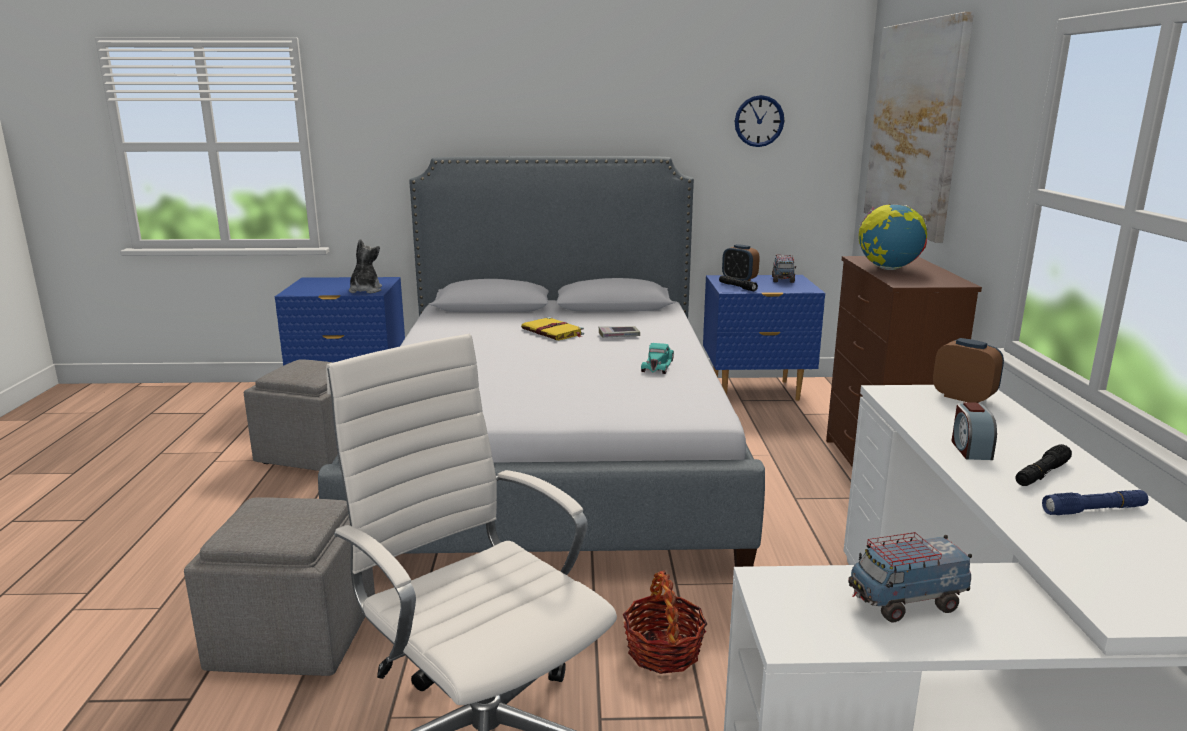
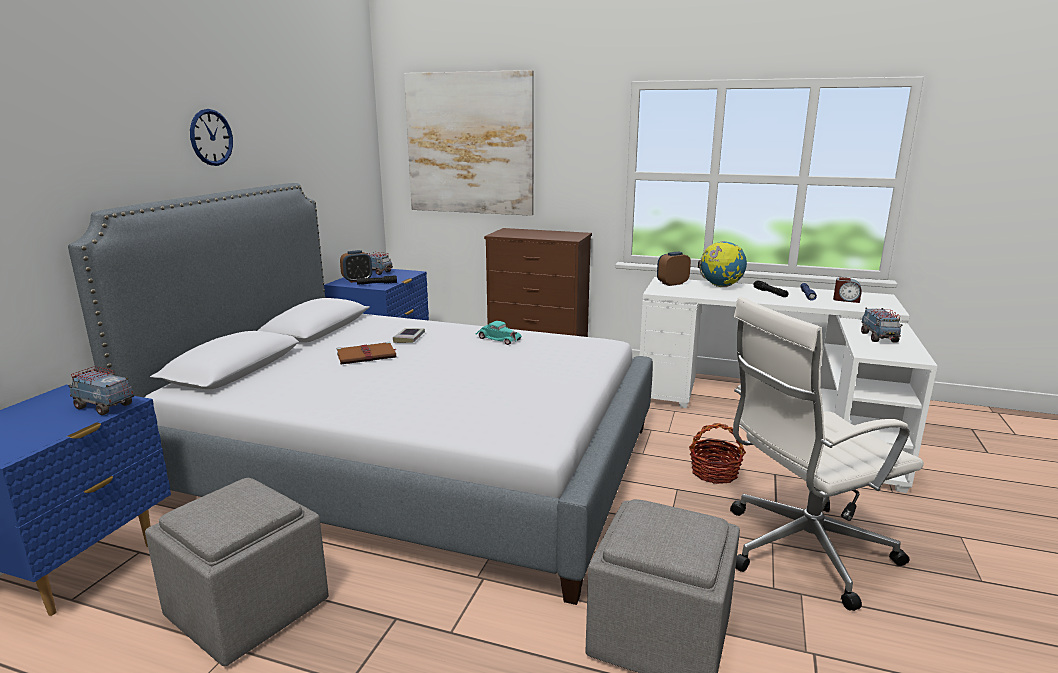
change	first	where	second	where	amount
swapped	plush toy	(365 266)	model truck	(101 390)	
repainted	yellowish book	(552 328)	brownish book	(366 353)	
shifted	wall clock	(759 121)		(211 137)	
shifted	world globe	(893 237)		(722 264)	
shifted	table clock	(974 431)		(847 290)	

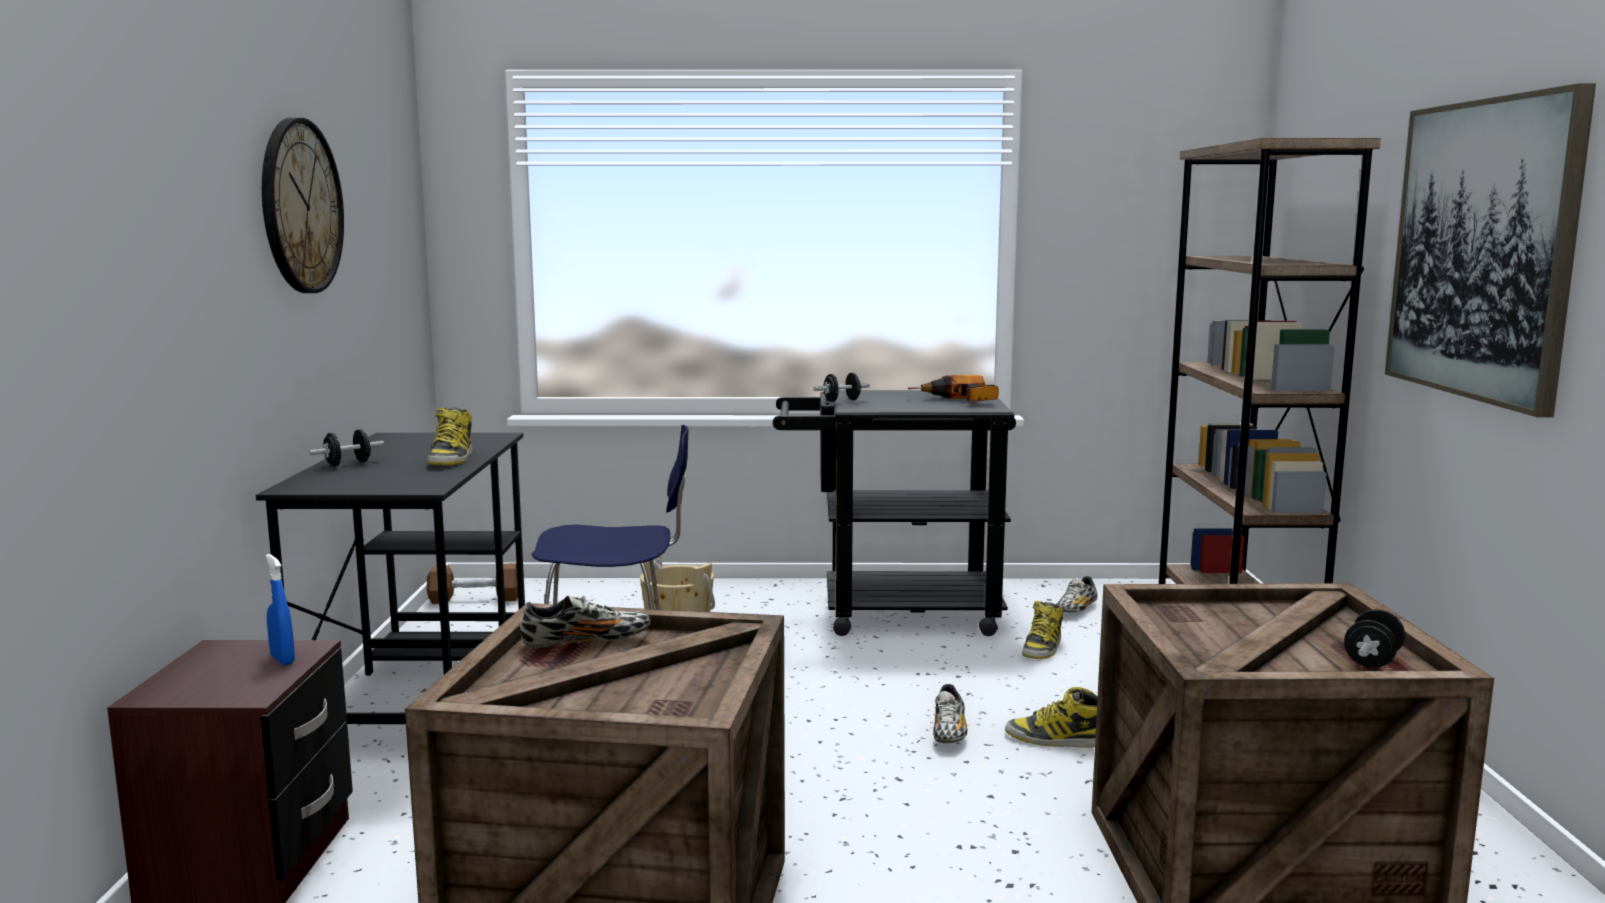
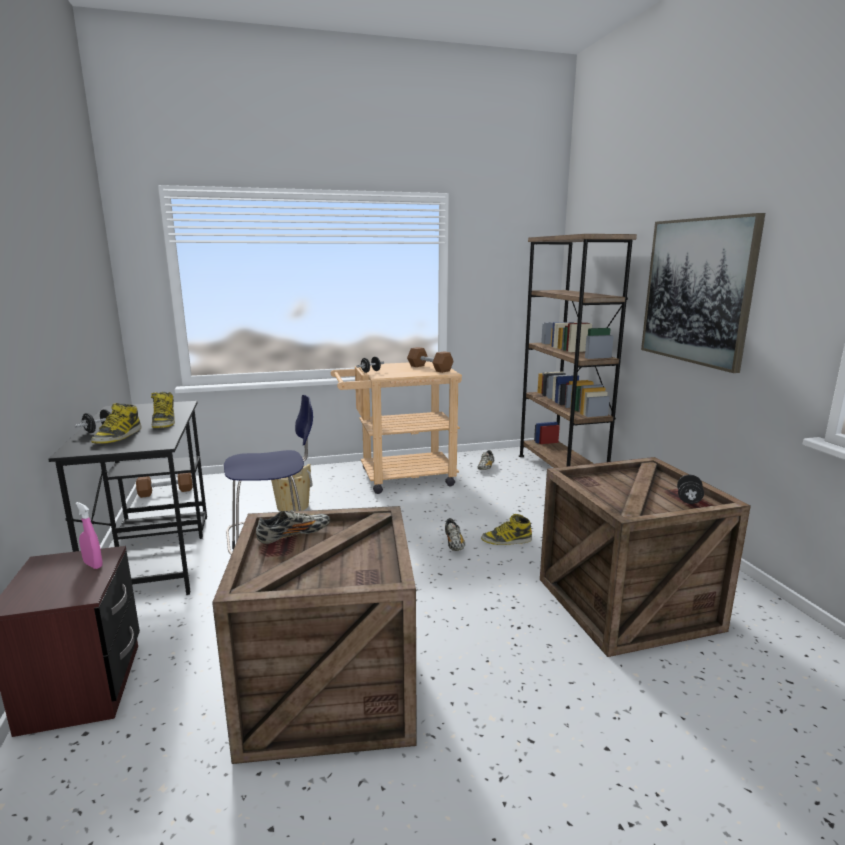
change	first	where	second	where	amount
gone	wall clock	(303 205)			
repainted	bluish spray bottle	(280 609)	pink-coloured spray bottle	(89 535)	
repainted	black trolley	(894 513)	sand-coloured trolley	(396 428)	
swapped	power drill	(953 388)	brownish hand weight	(430 360)	
shifted	tall boot	(1042 630)		(116 423)	

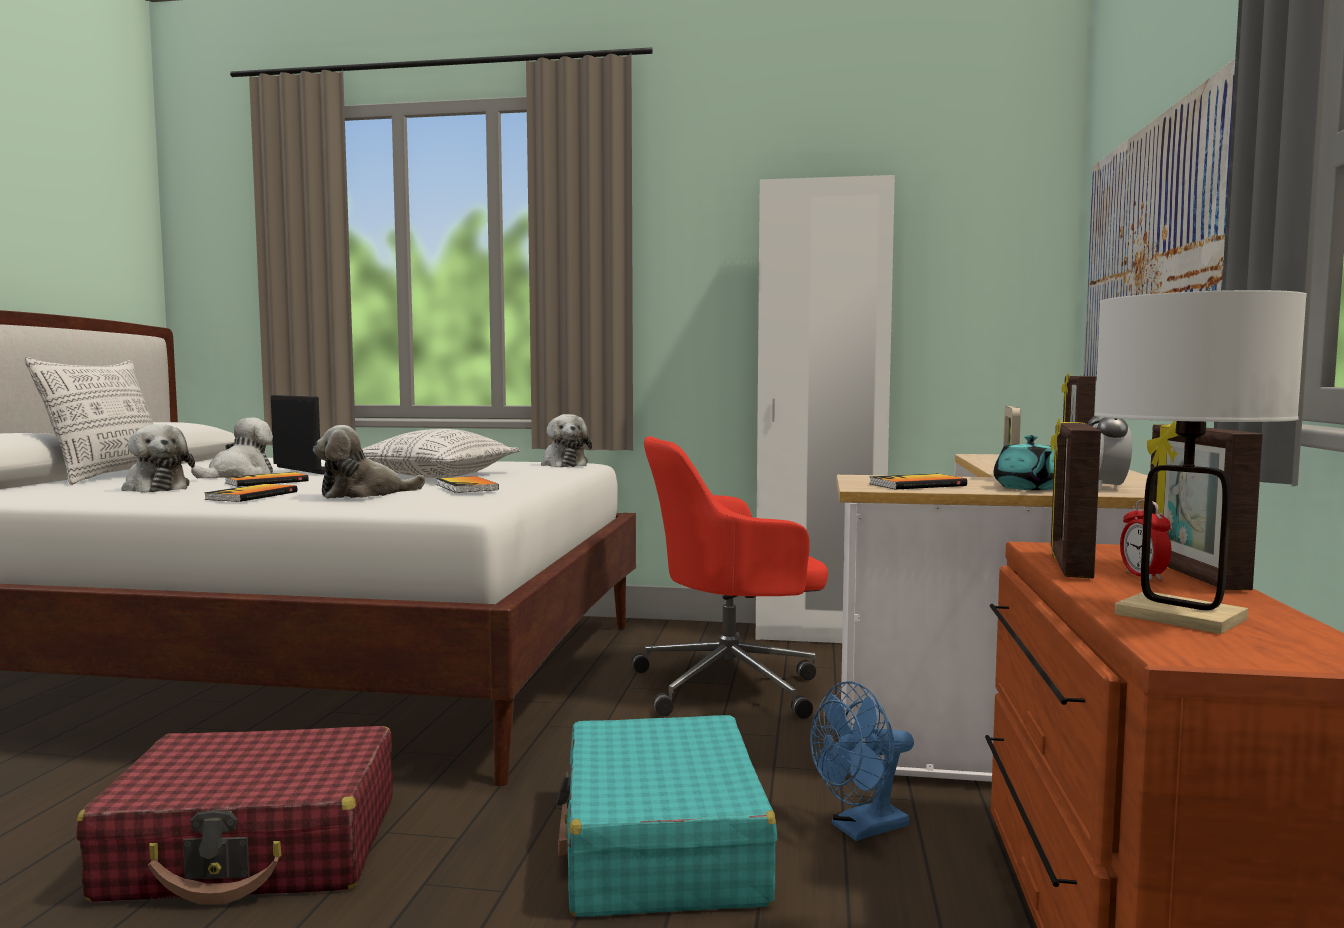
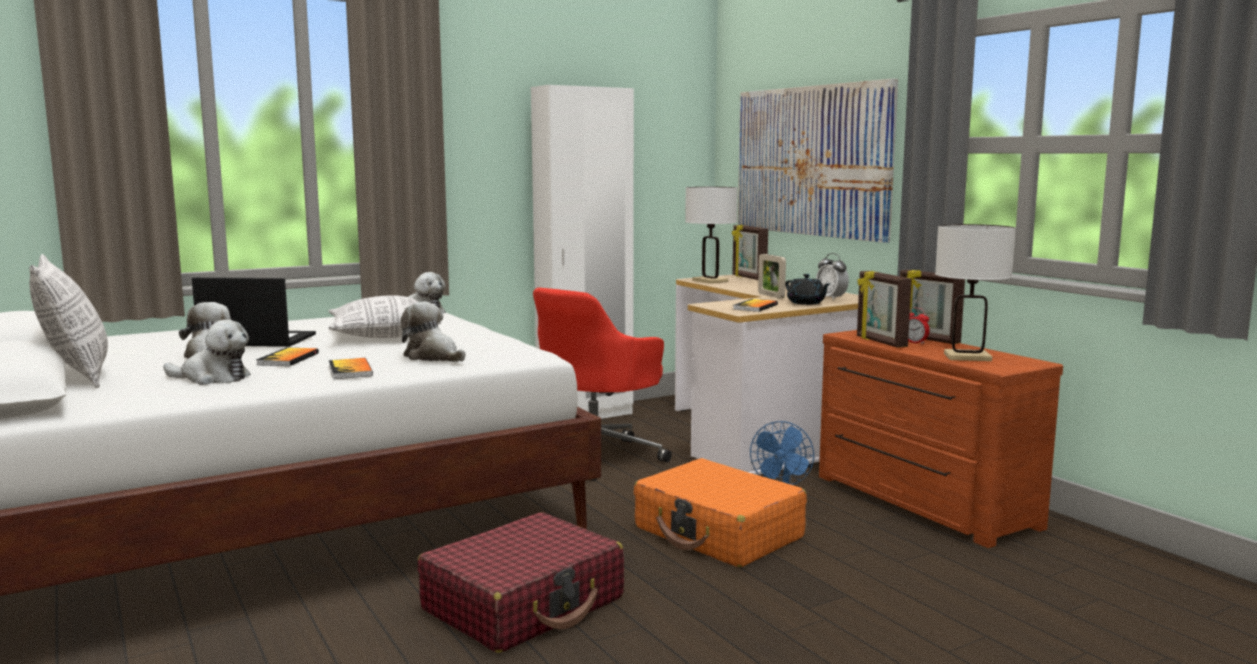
change	first	where	second	where	amount
rotated	plush toy	(369 462)		(433 332)	105 degrees clockwise
gone	book	(467 484)			
repainted	turquoise-coloured suitcase	(666 816)	orange-coloured suitcase	(720 512)	
repainted	turquoise-coloured tea pot	(1024 462)	black tea pot	(807 289)	
new			whitish lamp for a table	(711 235)	

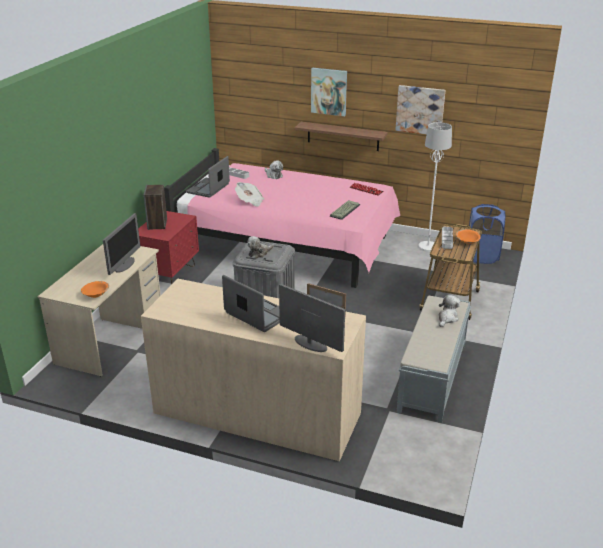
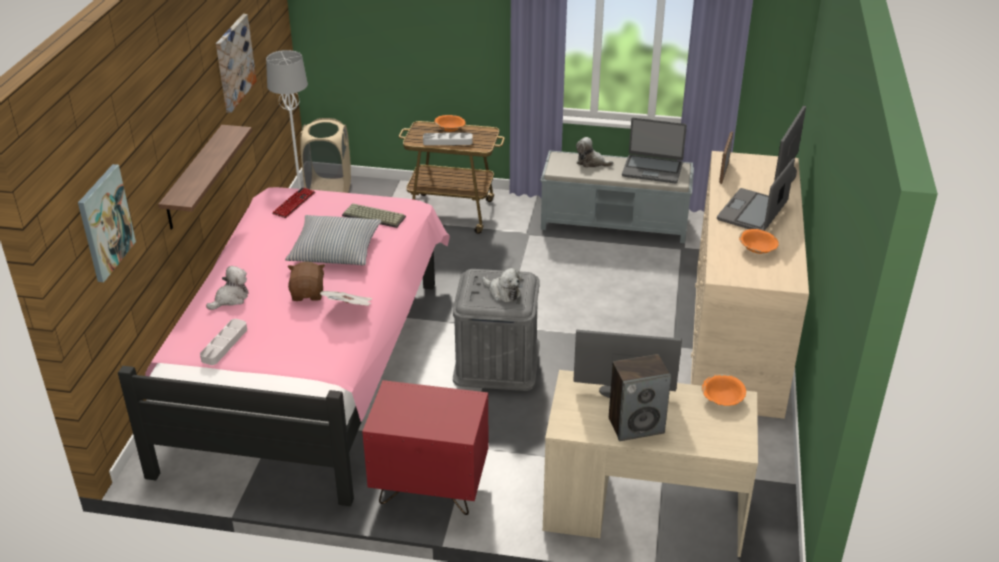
change	first	where	second	where	amount
shifted	audio speaker	(155 207)		(640 397)	
shifted	laptop	(208 177)		(654 150)	
shifted	wall picture	(329 92)		(107 223)	
repainted	bluish hamper	(486 234)	sand-coloured hamper	(325 155)	
new			throw pillow	(333 240)	
new			brownish plush toy	(306 281)	
new			orange-coloured deep dish	(759 241)	

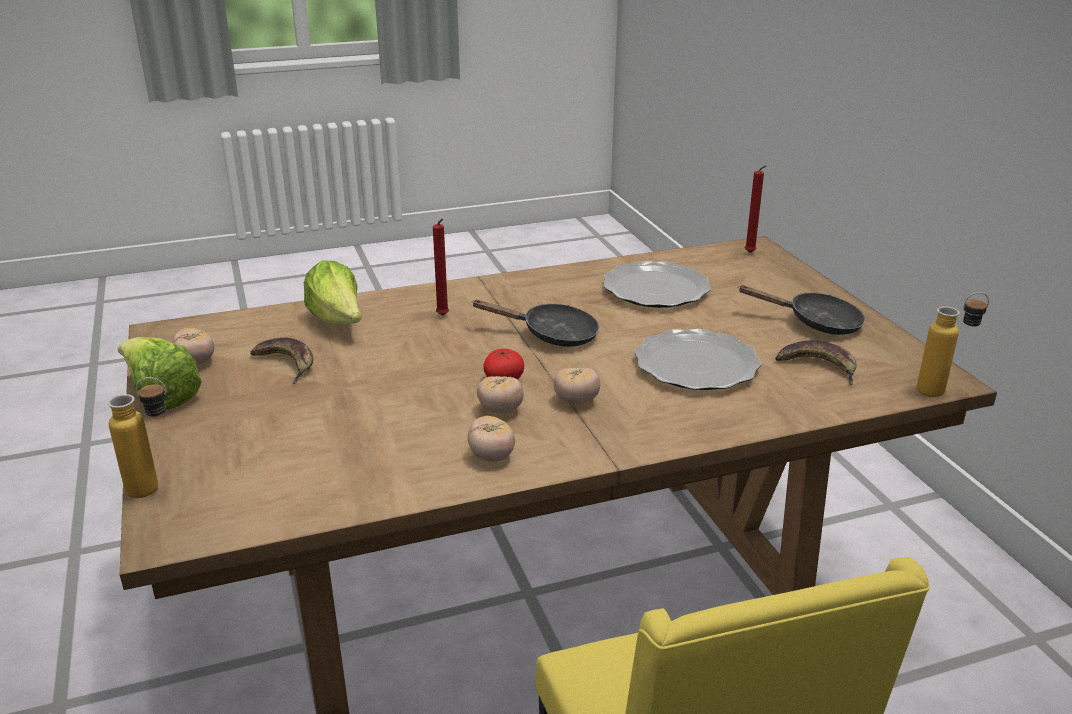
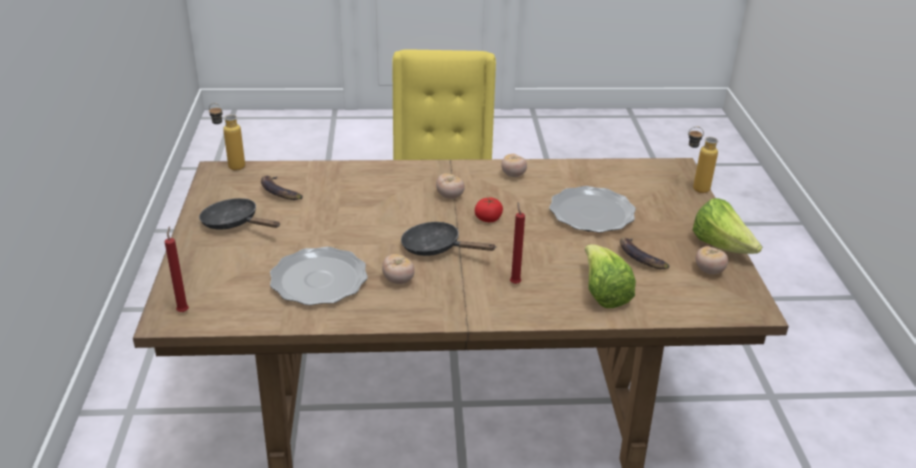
change	first	where	second	where	amount
shifted	tomato	(500 395)		(398 269)	
shifted	dinner plate	(698 359)		(592 209)	

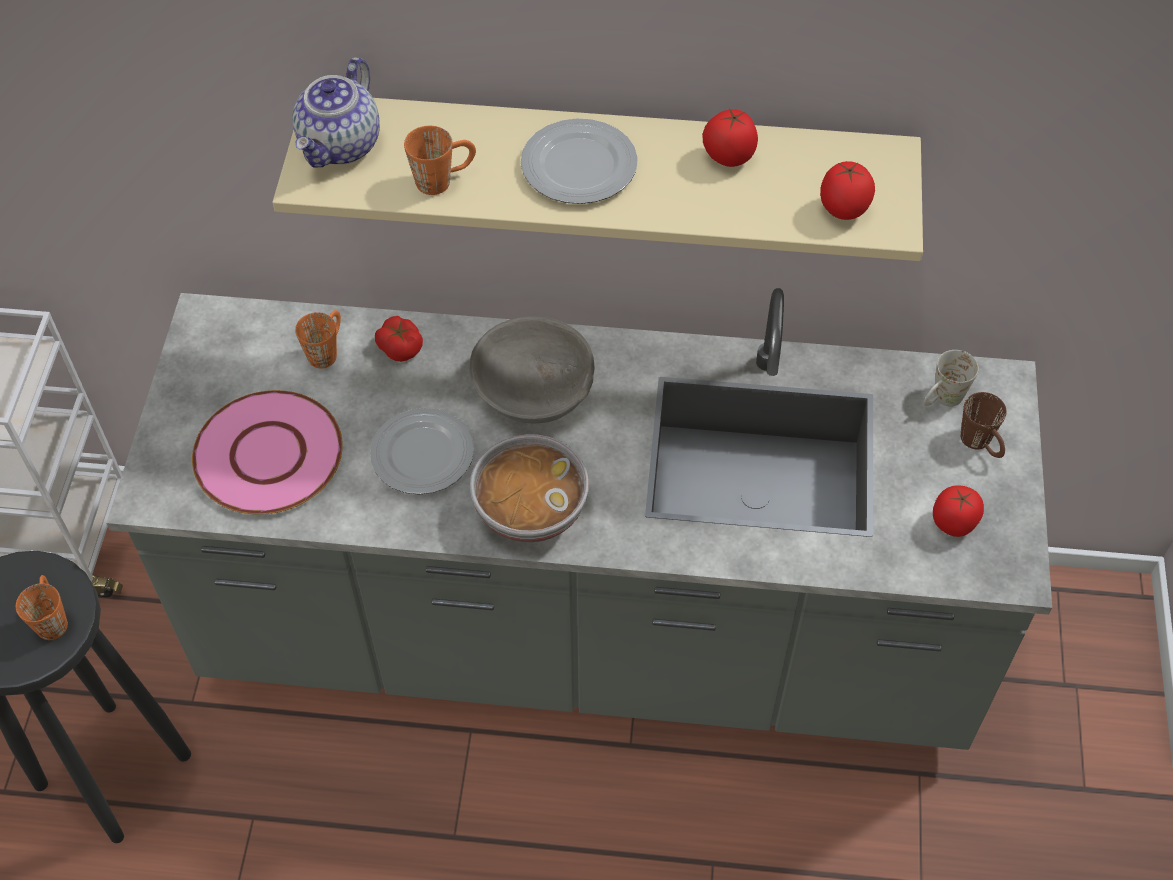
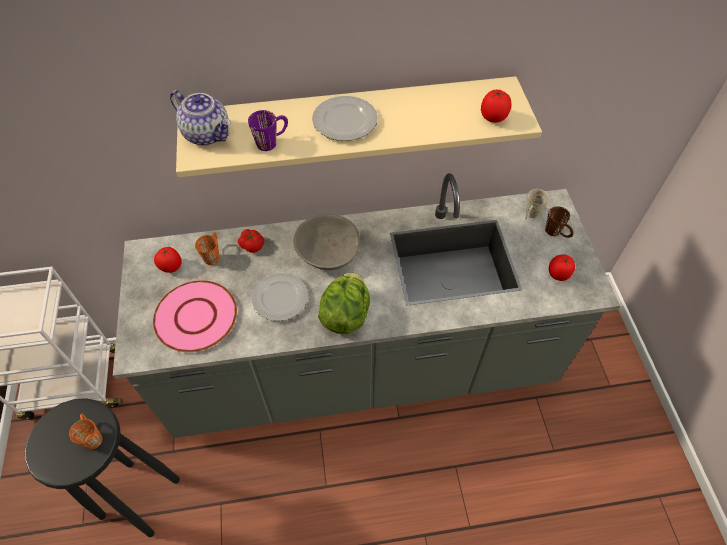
change	first	where	second	where	amount
rotated	tea pot	(336 112)		(200 118)	60 degrees counterclockwise
repainted	orange-coloured coffee mug	(440 160)	purple coffee mug	(268 130)	
swapped	deep dish	(529 488)	lettuce	(344 303)	
shifted	tomato	(730 137)		(168 260)	

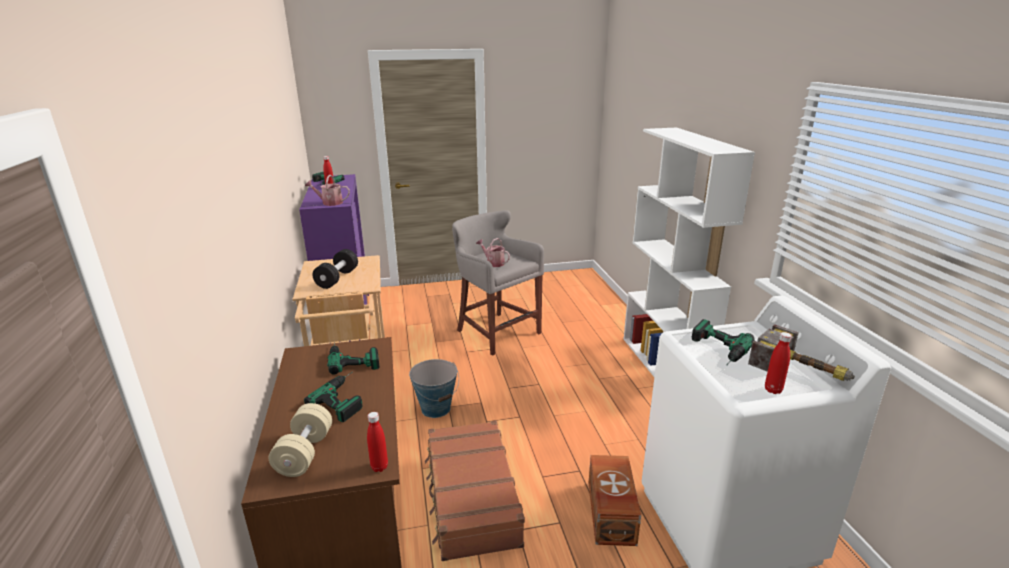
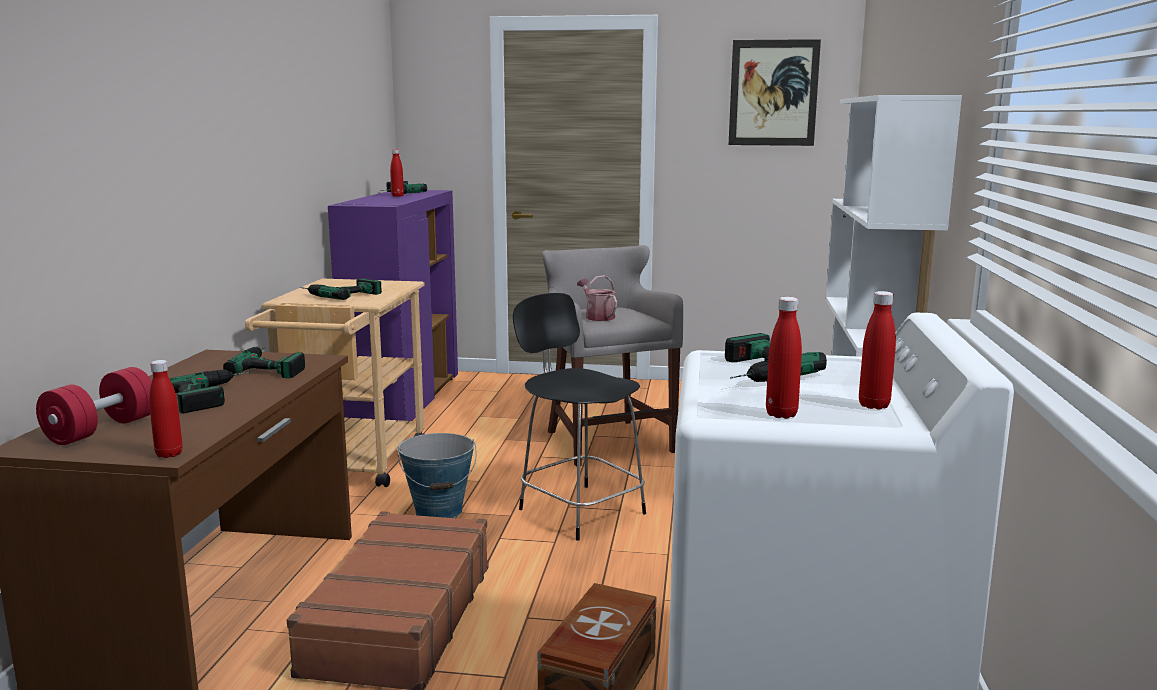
change	first	where	second	where	amount
repainted	sand-coloured hand weight	(300 440)	reddish hand weight	(94 406)	
gone	sprinkling can	(327 190)			
swapped	black hand weight	(335 269)	power drill	(341 289)	
swapped	hand hammer	(801 352)	reddish drink bottle	(877 350)	
new			black sitting stool	(579 417)	
new			wall picture	(775 92)	

